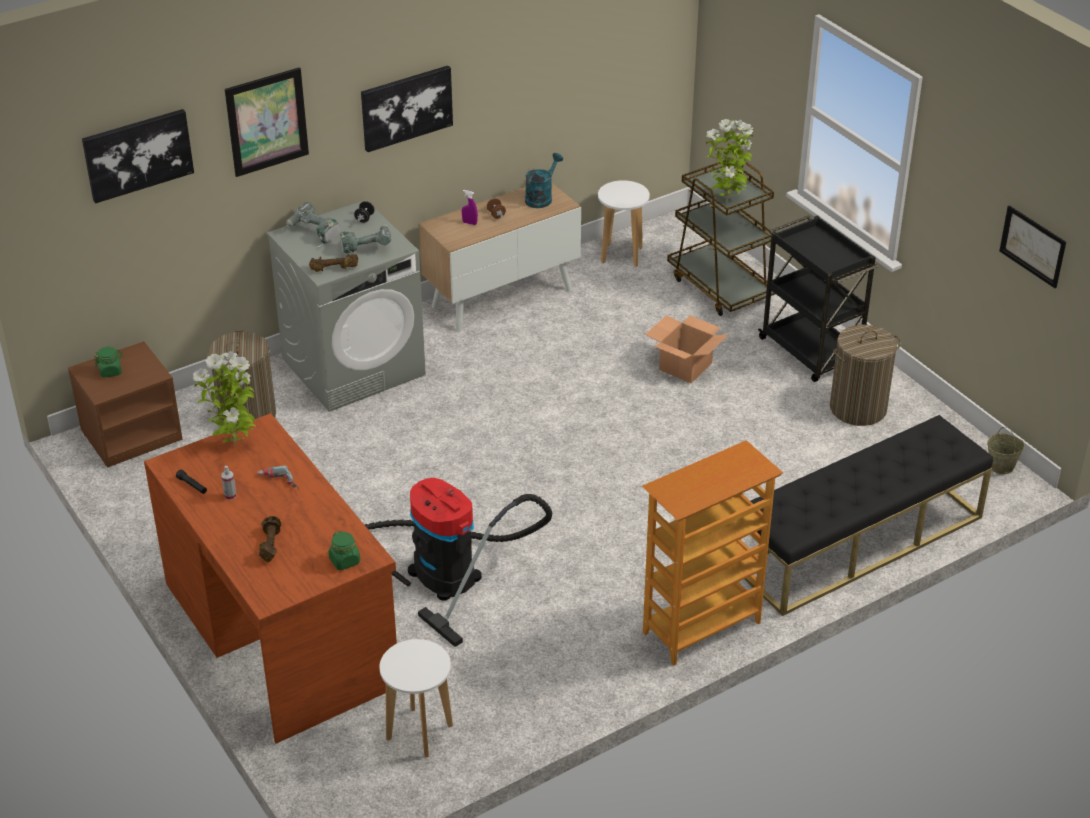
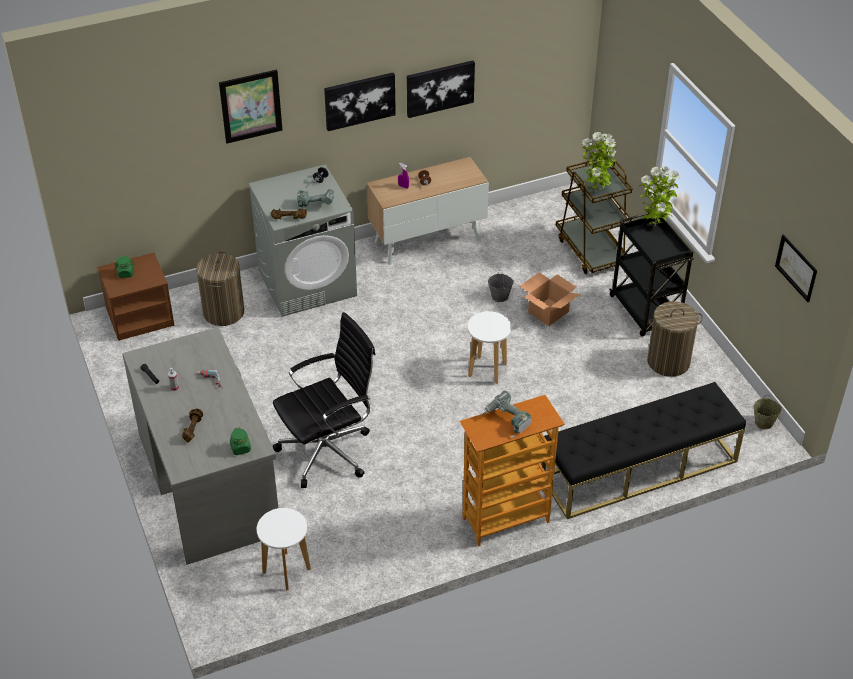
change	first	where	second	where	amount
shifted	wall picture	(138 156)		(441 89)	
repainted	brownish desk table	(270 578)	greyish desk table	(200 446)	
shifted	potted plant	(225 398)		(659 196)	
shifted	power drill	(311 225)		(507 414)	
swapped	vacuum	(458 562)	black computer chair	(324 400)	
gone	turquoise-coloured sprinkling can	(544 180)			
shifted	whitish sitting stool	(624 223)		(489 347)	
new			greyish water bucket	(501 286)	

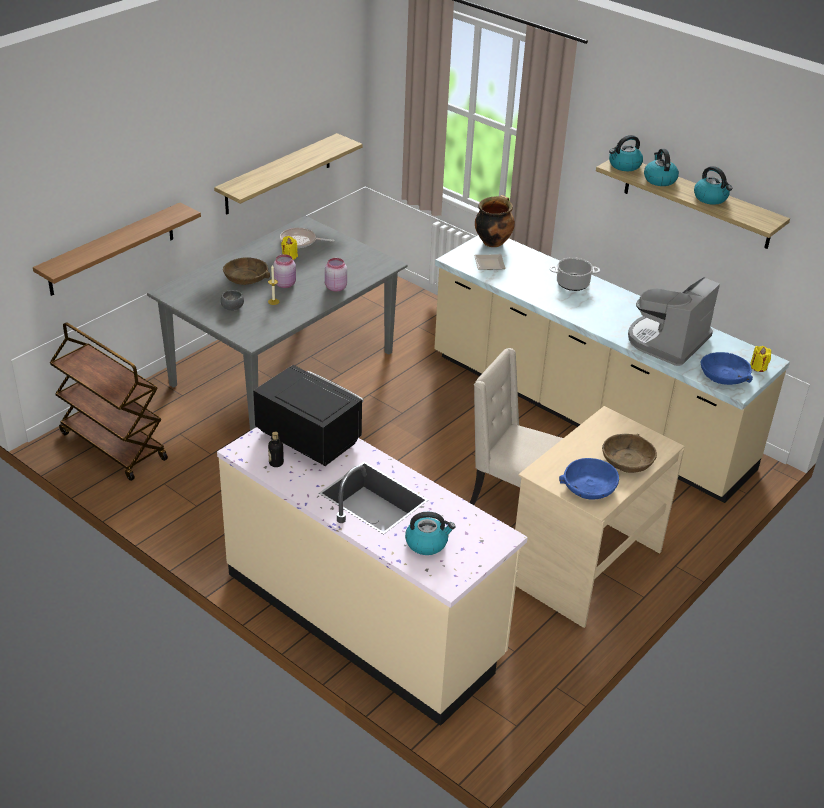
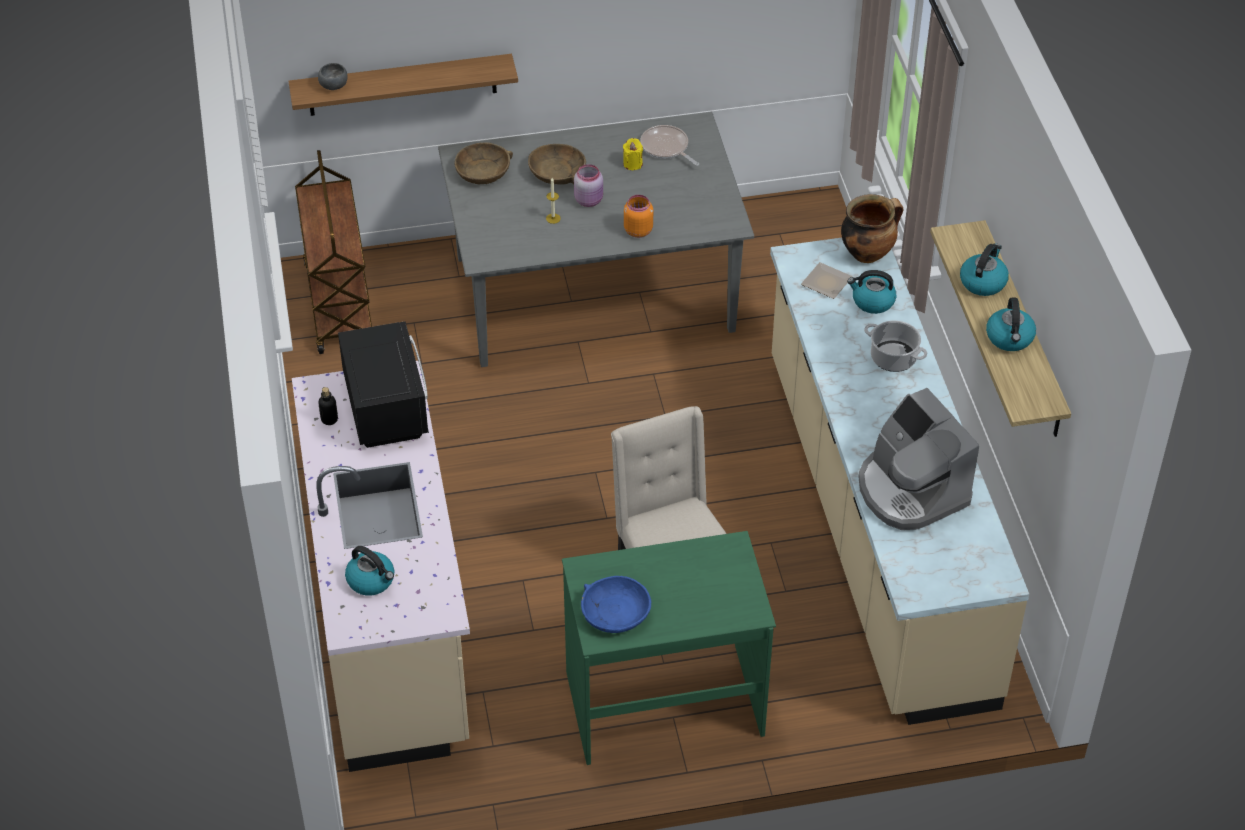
change	first	where	second	where	amount
gone	shelf	(288 174)			
shifted	greyish deep dish	(232 300)		(333 76)	
repainted	pink-coloured storage jar	(336 274)	orange-coloured storage jar	(638 216)	
repainted	sand-coloured desk table	(600 517)	green-coloured desk table	(669 648)	
shifted	brownish deep dish	(629 453)		(483 163)	
shifted	tea kettle	(626 153)		(871 292)	
rotated	coffee brewer	(674 321)		(919 459)	105 degrees counterclockwise
gone	bluish deep dish	(727 368)			
gone	yellowish wax candle	(760 359)			

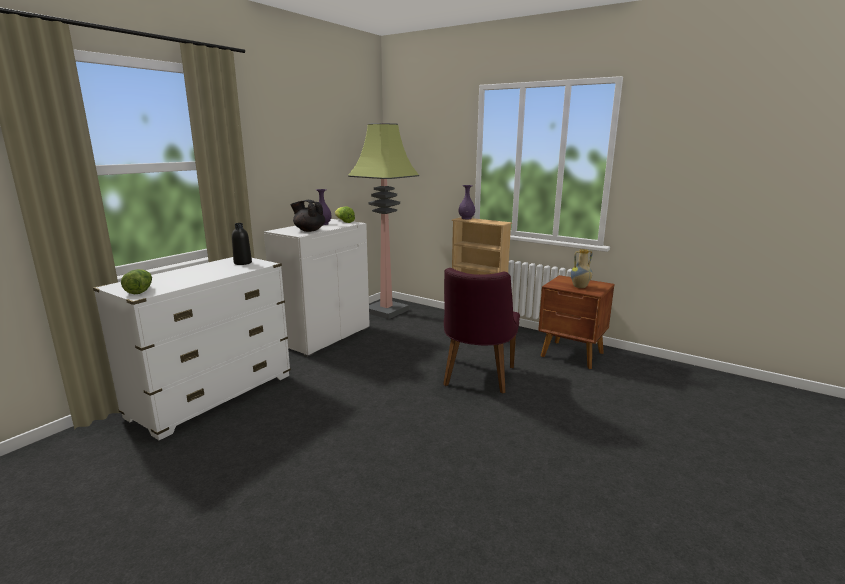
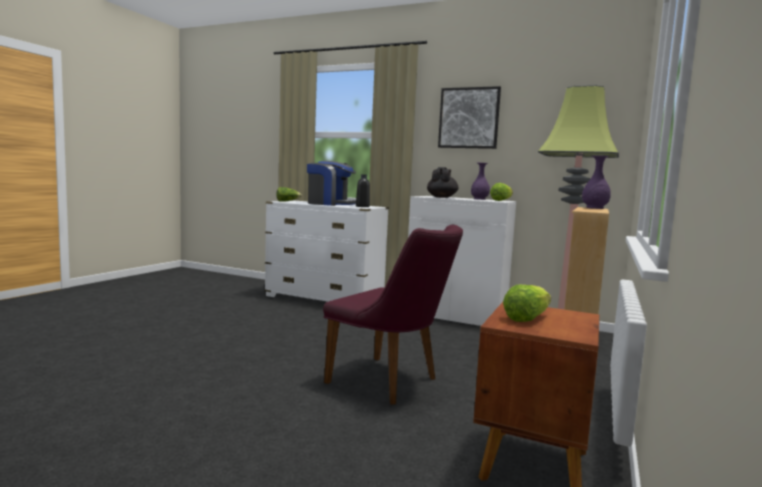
change	first	where	second	where	amount
rotated	purple upright chair	(481 331)		(393 315)	150 degrees counterclockwise
swapped	flower vase	(582 268)	lettuce	(527 303)	
new			coffee brewer	(331 183)	
new			wall picture	(469 117)	

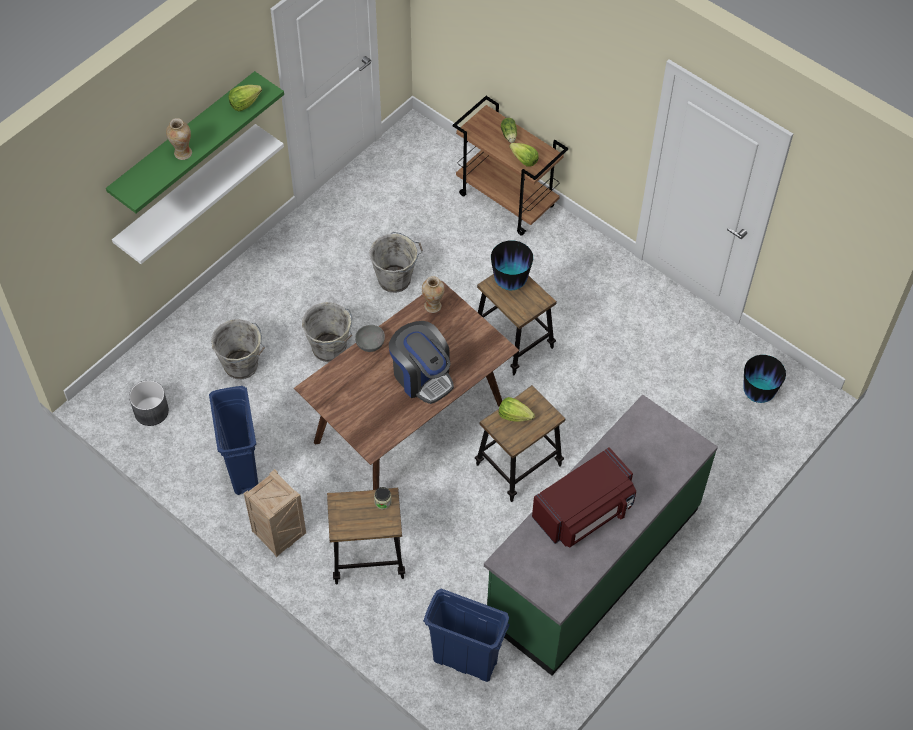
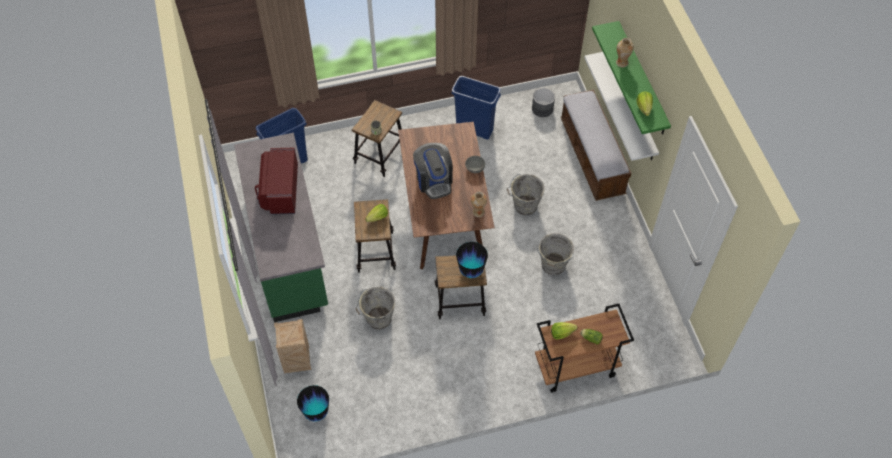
change	first	where	second	where	amount
shifted	greyish water bucket	(238 349)		(375 308)	
shifted	crate	(275 513)		(293 346)	
rotated	coffee brewer	(421 362)		(433 171)	105 degrees counterclockwise
new			bench	(596 145)	

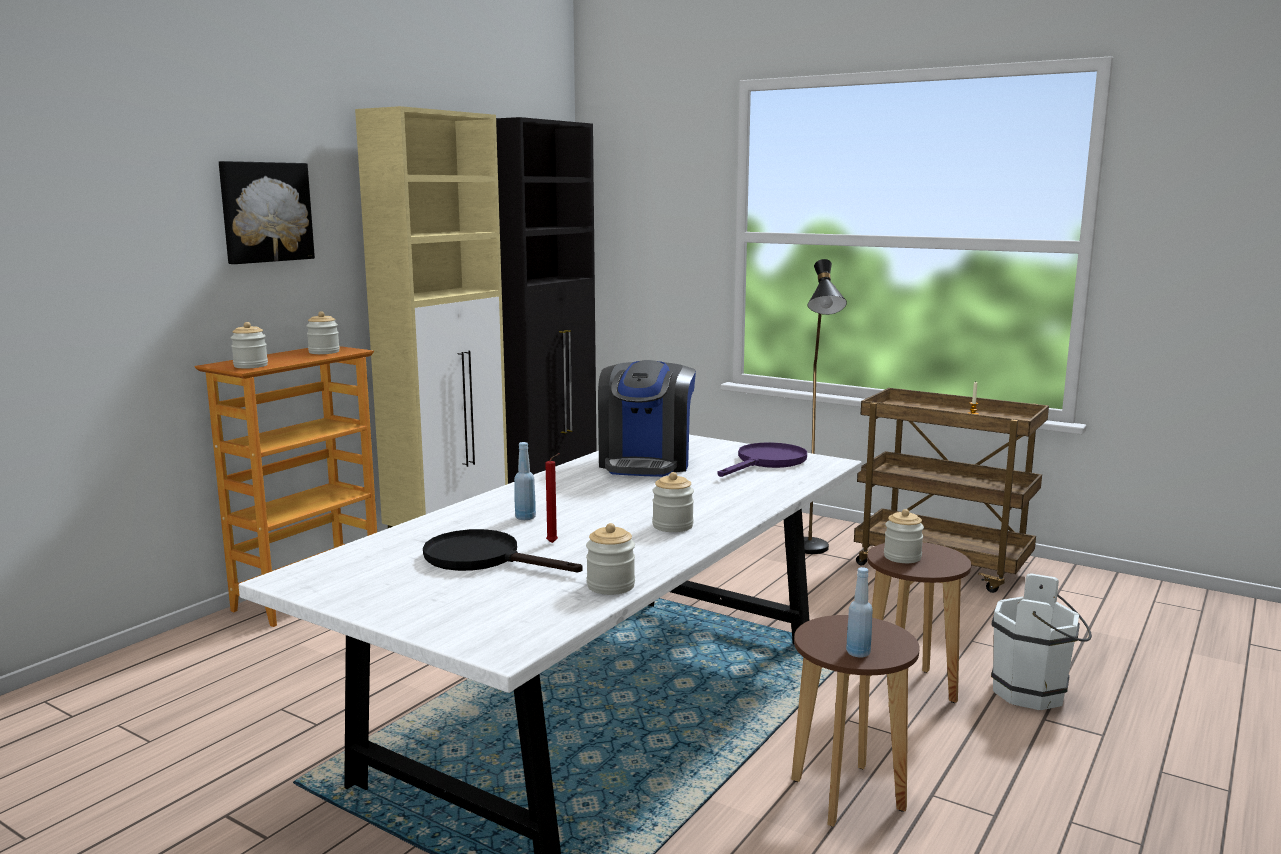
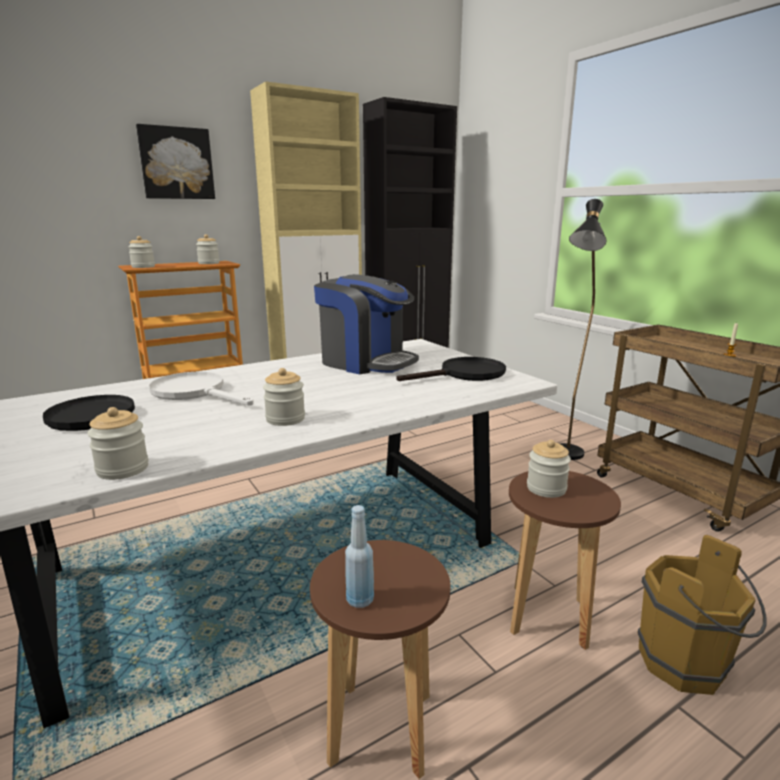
change	first	where	second	where	amount
swapped	bluish drink bottle	(525 481)	whitish frying pan	(201 388)	
gone	reddish wax candle	(552 498)			
rotated	coffee brewer	(647 418)		(366 324)	90 degrees counterclockwise
repainted	purple frying pan	(762 459)	black frying pan	(451 369)	
repainted	whitish water bucket	(1041 641)	brownish water bucket	(702 615)	

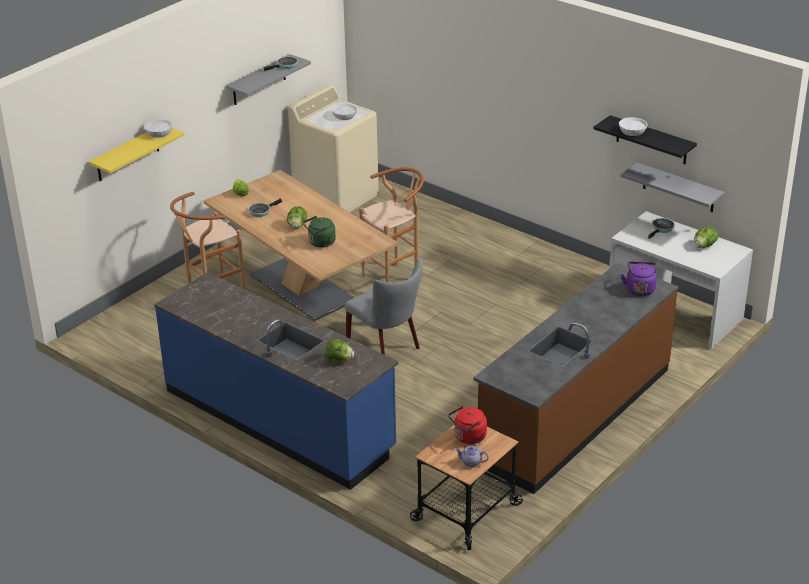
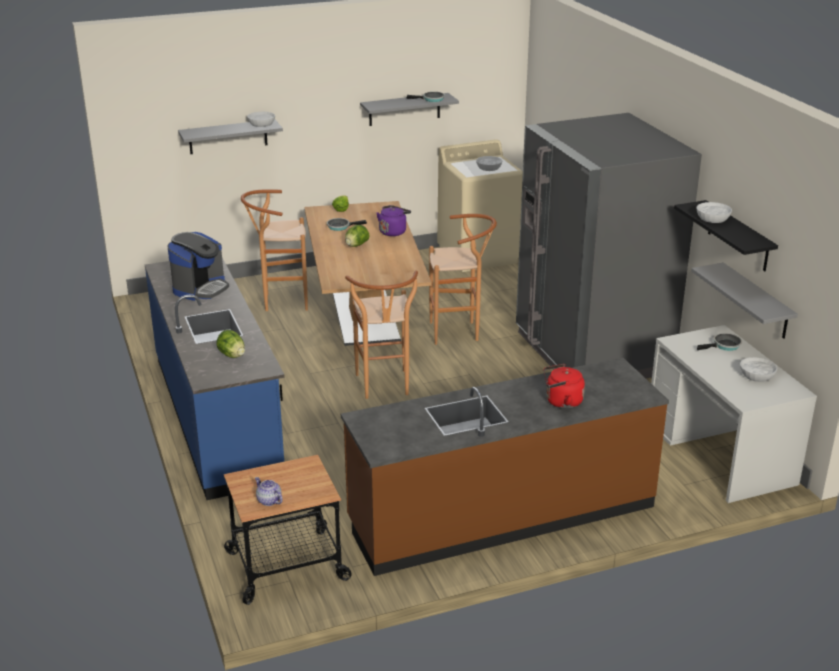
change	first	where	second	where	amount
repainted	yellowish shelf	(136 154)	greyish shelf	(230 137)	
gone	green-coloured tea kettle	(319 232)			
swapped	greyish upright chair	(383 306)	brownish sitting stool	(381 334)	
shifted	reddish tea kettle	(467 425)		(564 386)	
shifted	purple tea kettle	(639 279)		(393 220)	
swapped	lettuce	(706 237)	whitish deep dish	(758 369)	
new			coffee brewer	(198 266)	
new			greyish refrigerator	(609 245)	

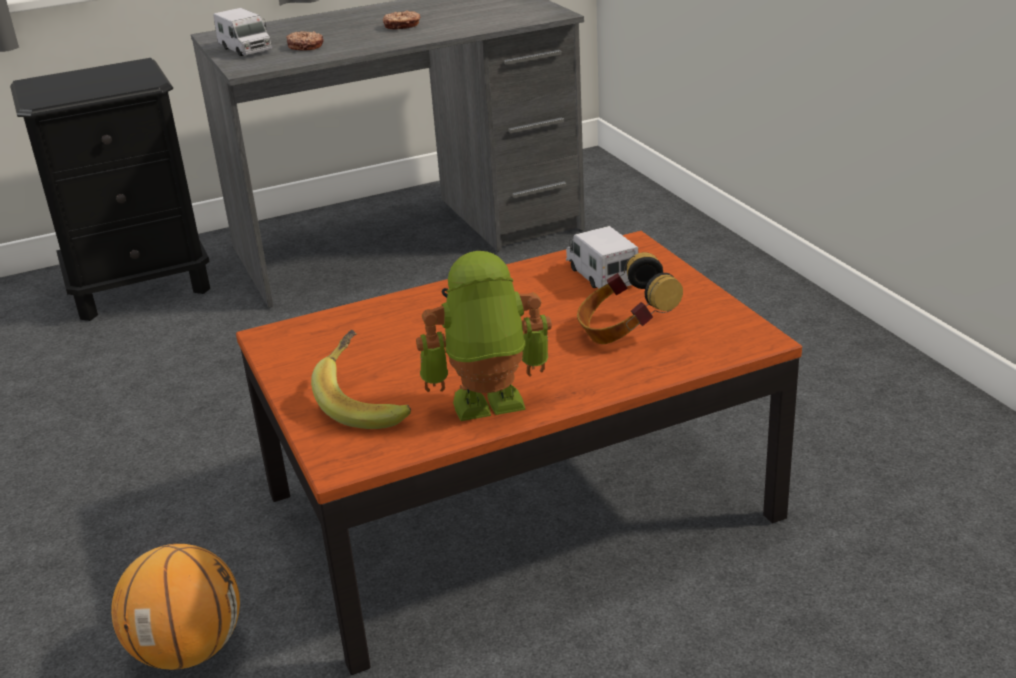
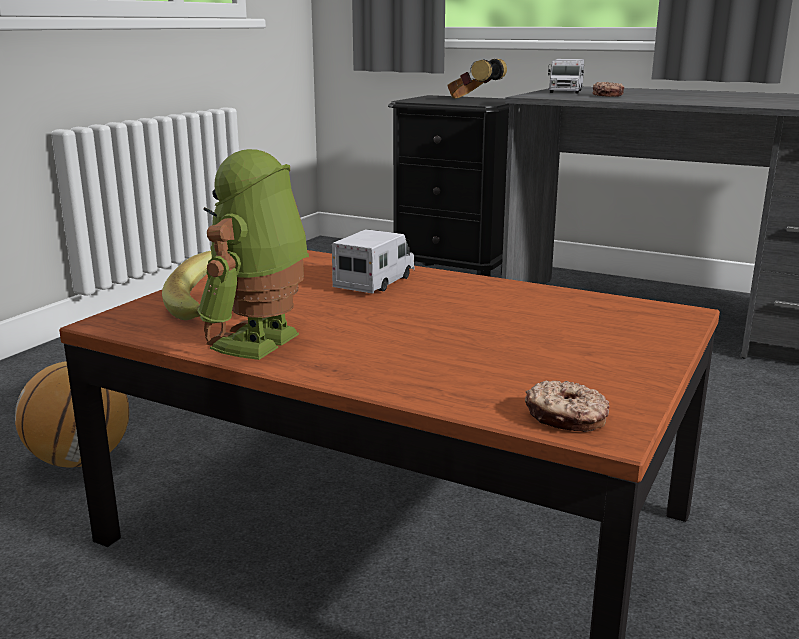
change	first	where	second	where	amount
shifted	ring doughnut	(402 20)		(567 406)	
rotated	robot figure	(484 336)		(253 254)	105 degrees counterclockwise
shifted	model truck	(602 257)		(373 261)	
shifted	headphones	(630 298)		(477 79)	

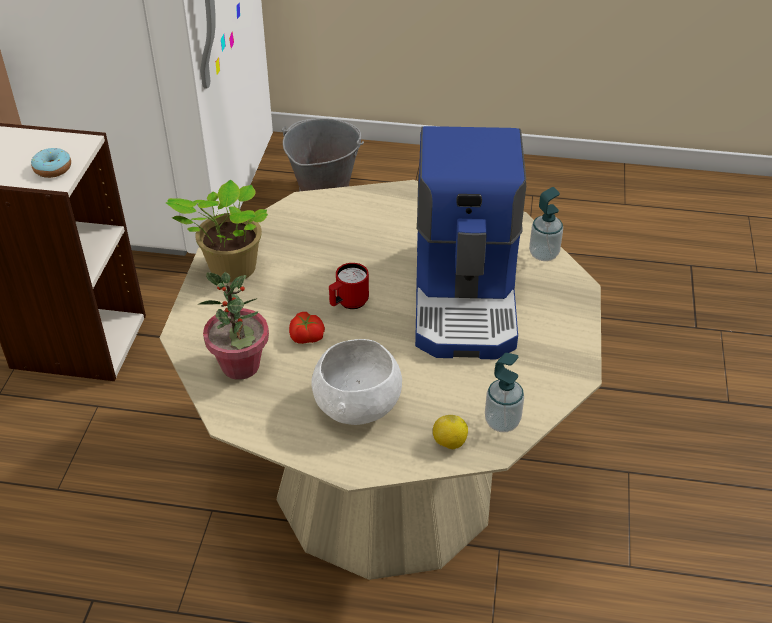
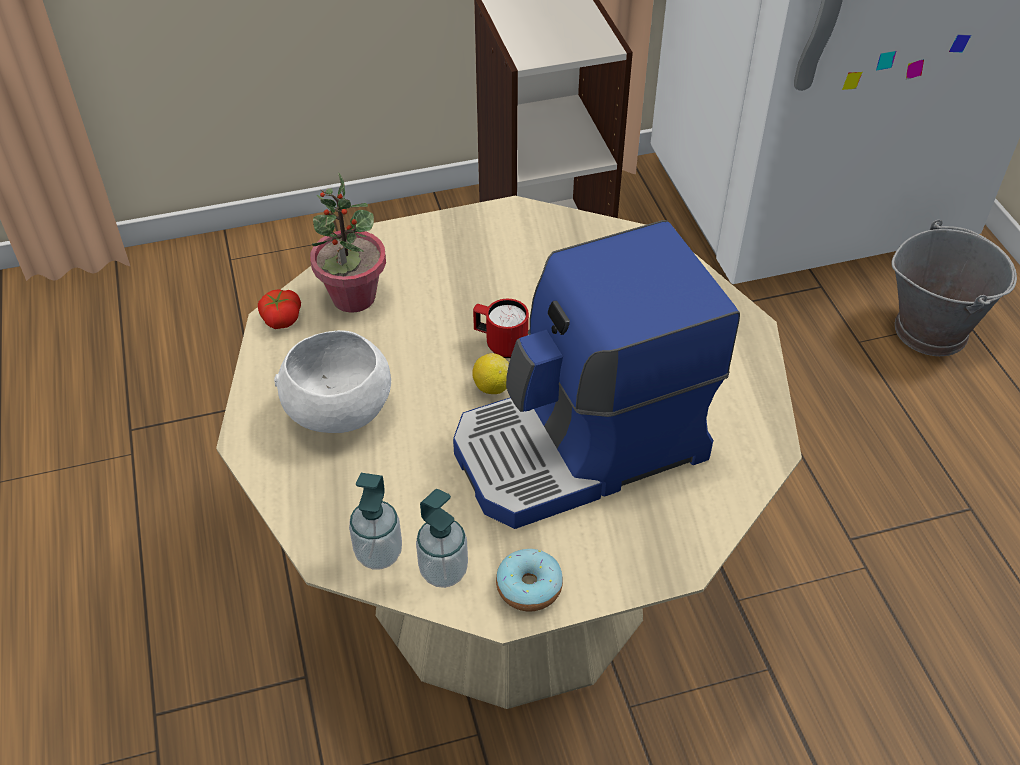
change	first	where	second	where	amount
shifted	ring doughnut	(51 163)		(529 580)	
gone	potted plant	(217 231)			
shifted	tomato	(307 328)		(279 309)	
shifted	whole lemon	(450 432)		(490 373)	
shifted	soap dispenser	(546 224)		(442 538)	

